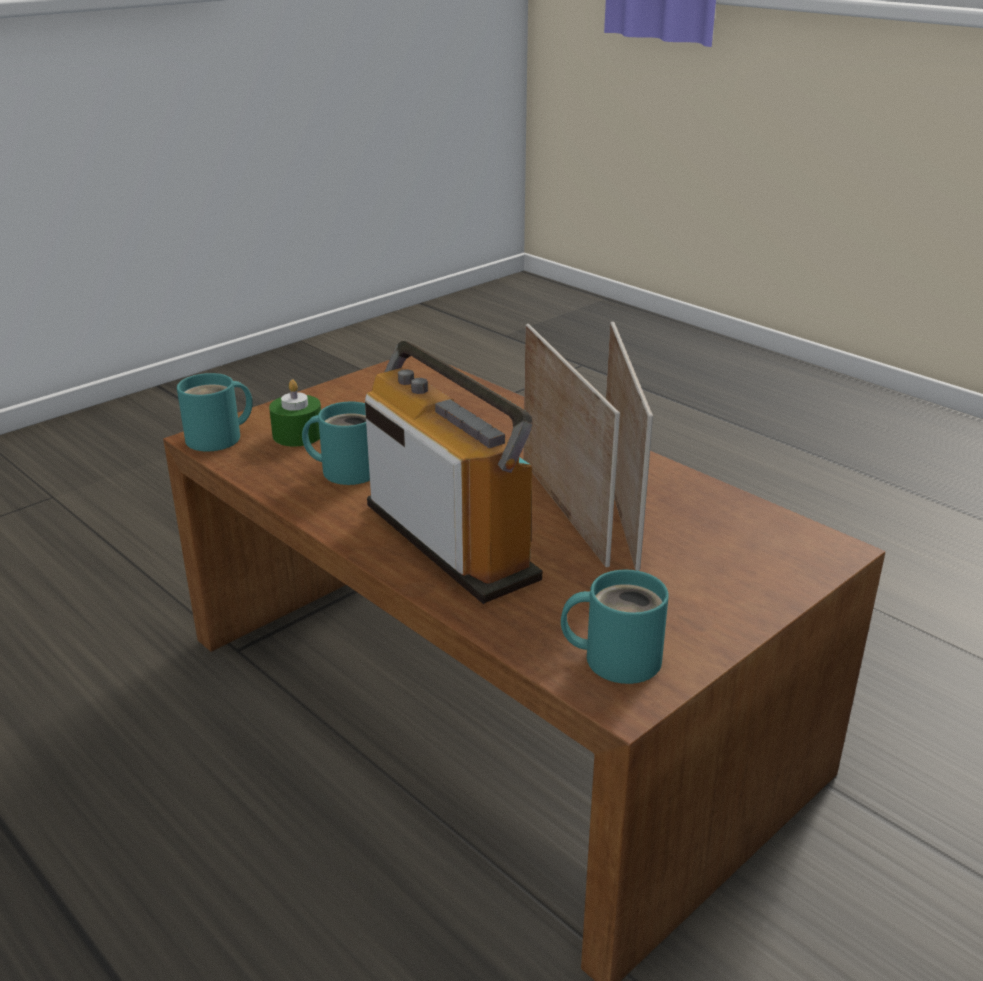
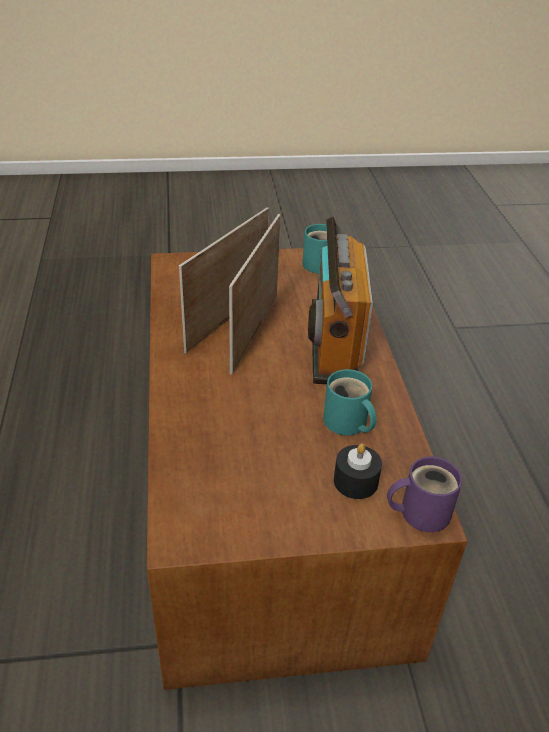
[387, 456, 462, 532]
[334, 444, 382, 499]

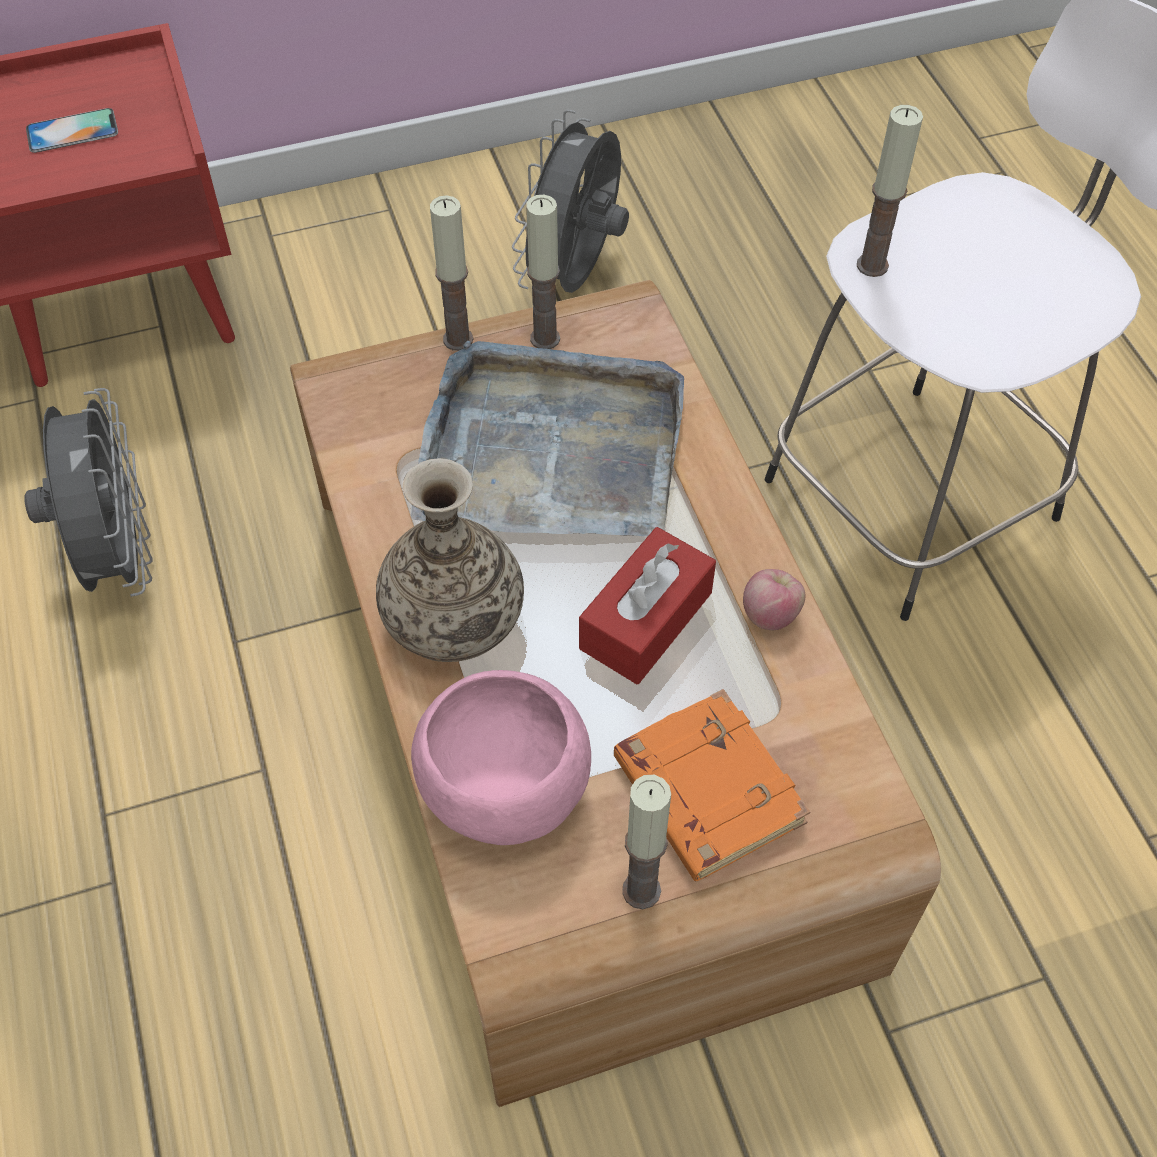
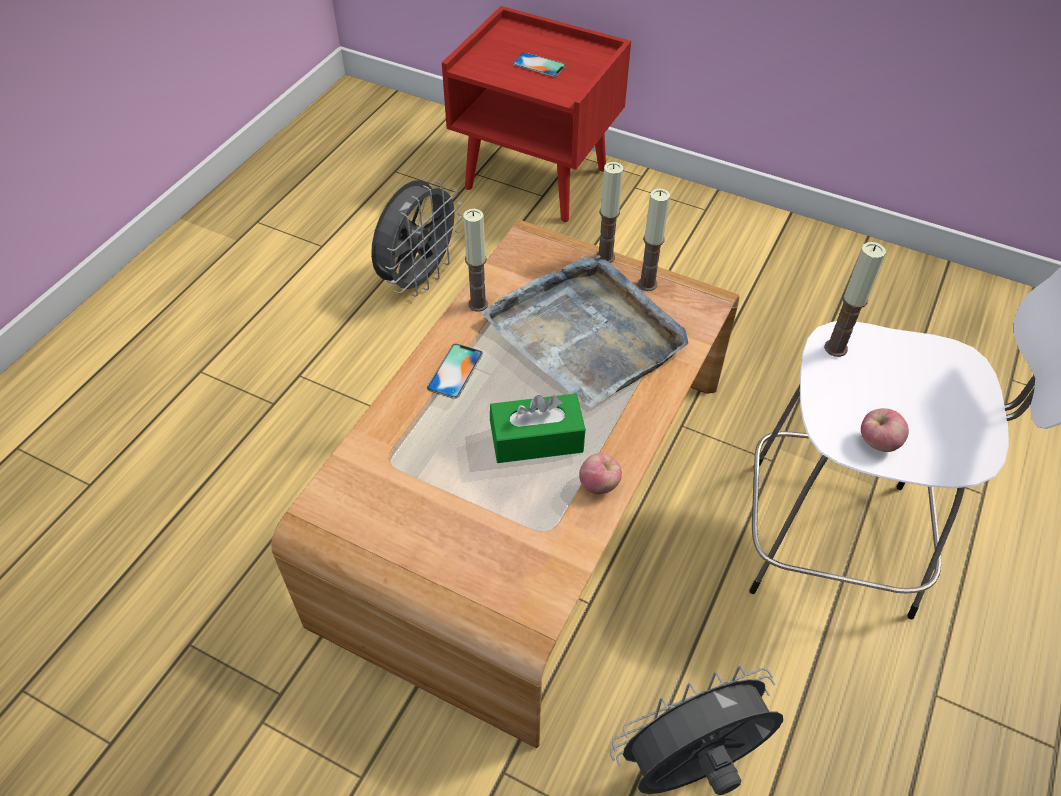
[610, 666, 783, 795]
[427, 344, 483, 399]
[490, 394, 585, 463]
[411, 670, 591, 845] (first image)
[614, 689, 810, 881] (first image)
[463, 209, 488, 311]
[861, 408, 909, 452]

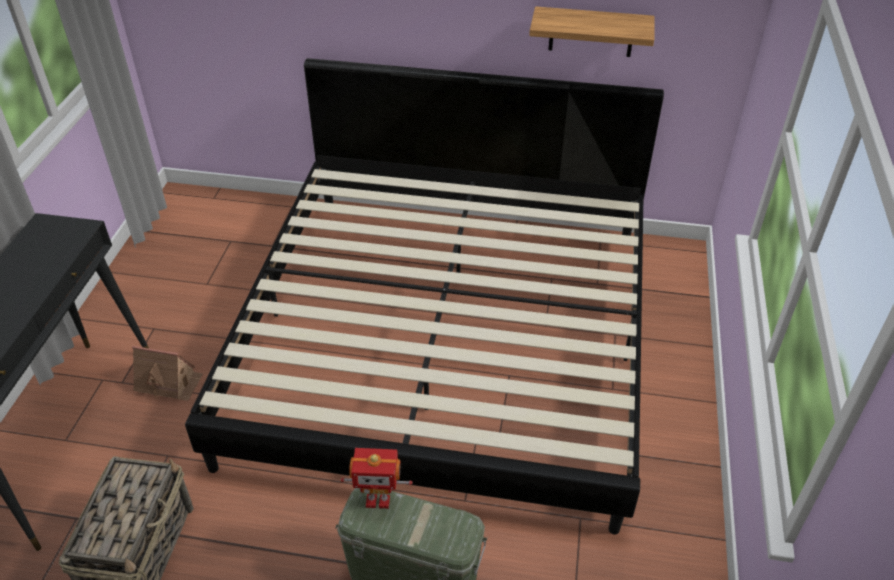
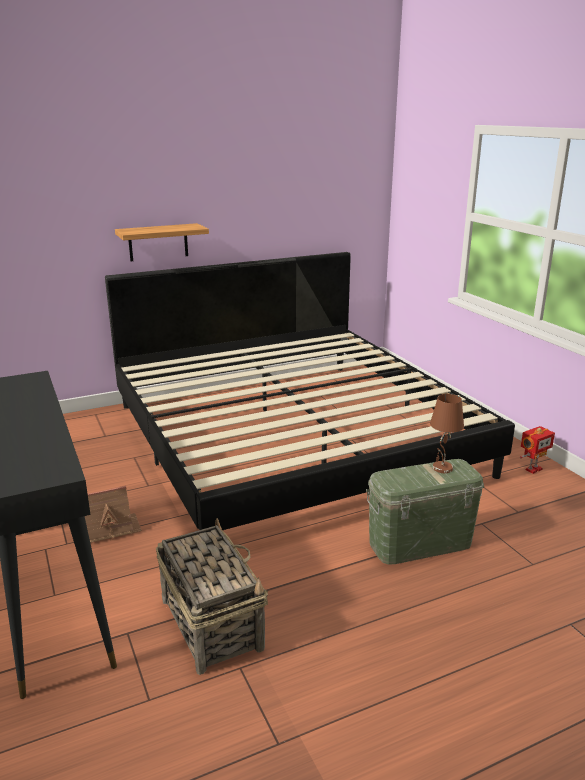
[115, 223, 209, 261]
[520, 426, 555, 474]
[430, 394, 464, 473]

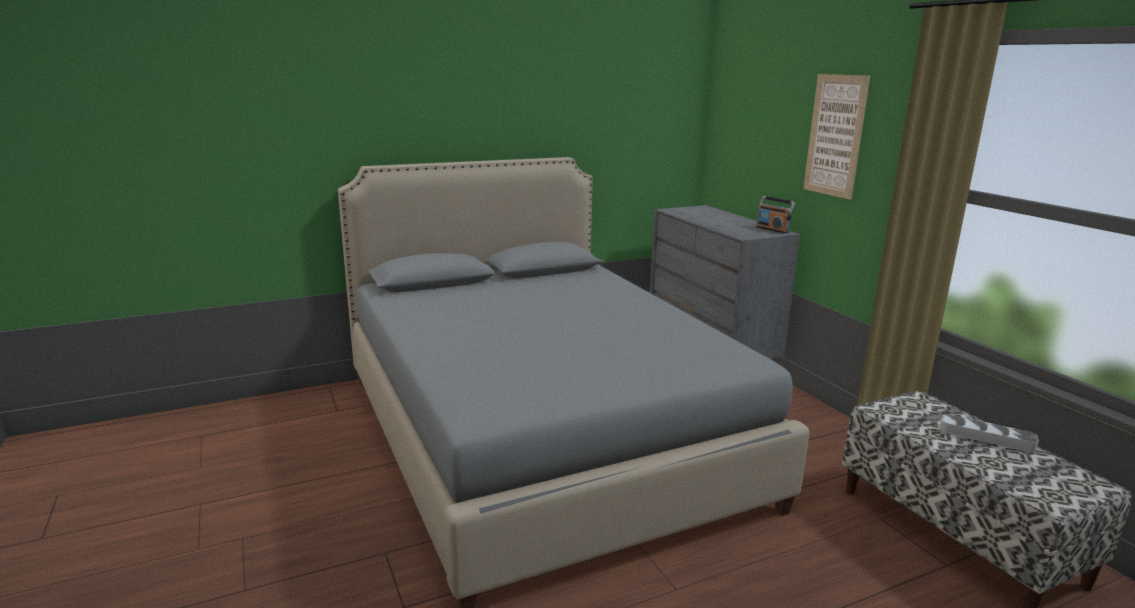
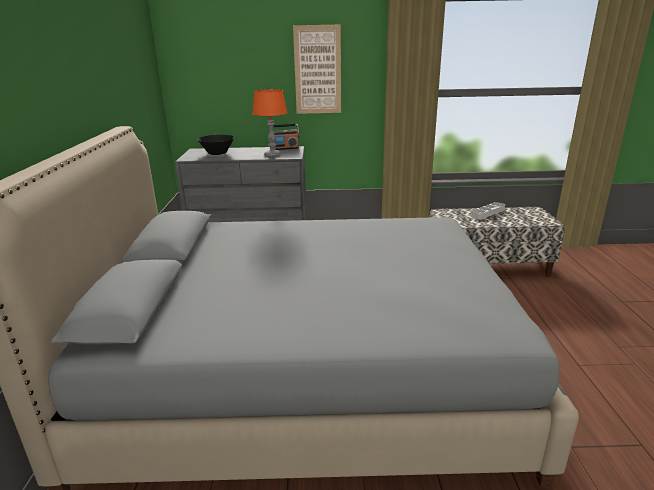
[252, 89, 288, 157]
[197, 135, 235, 155]

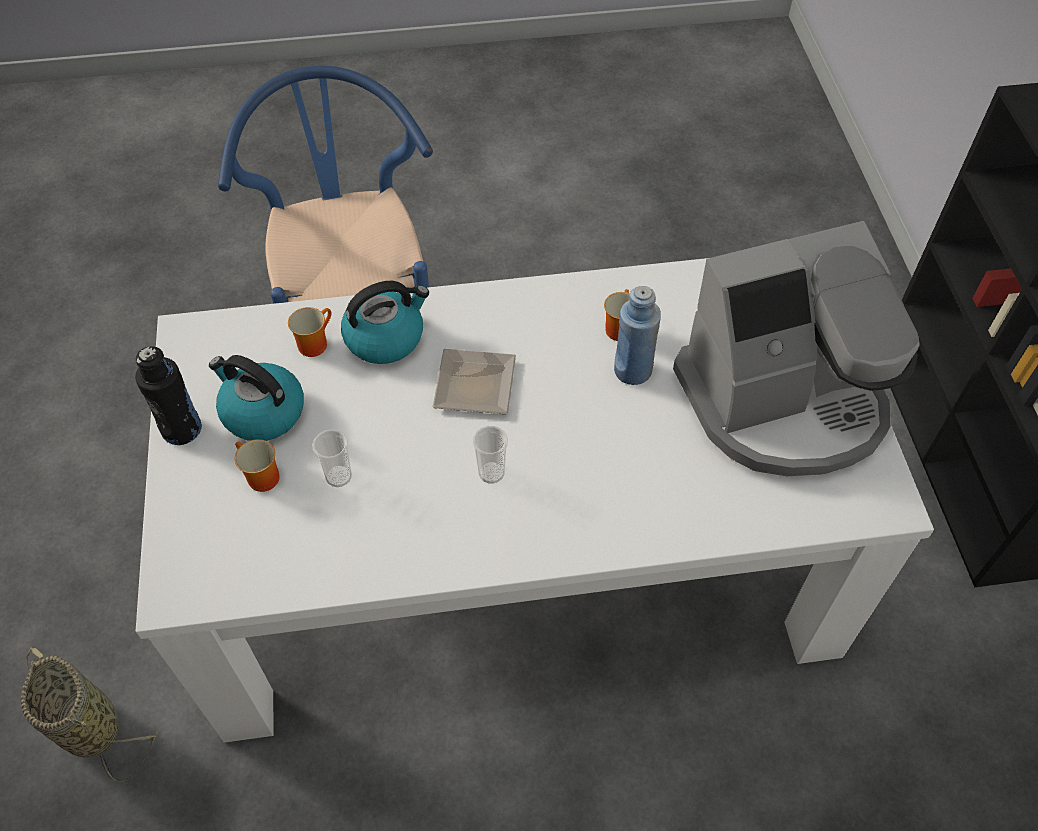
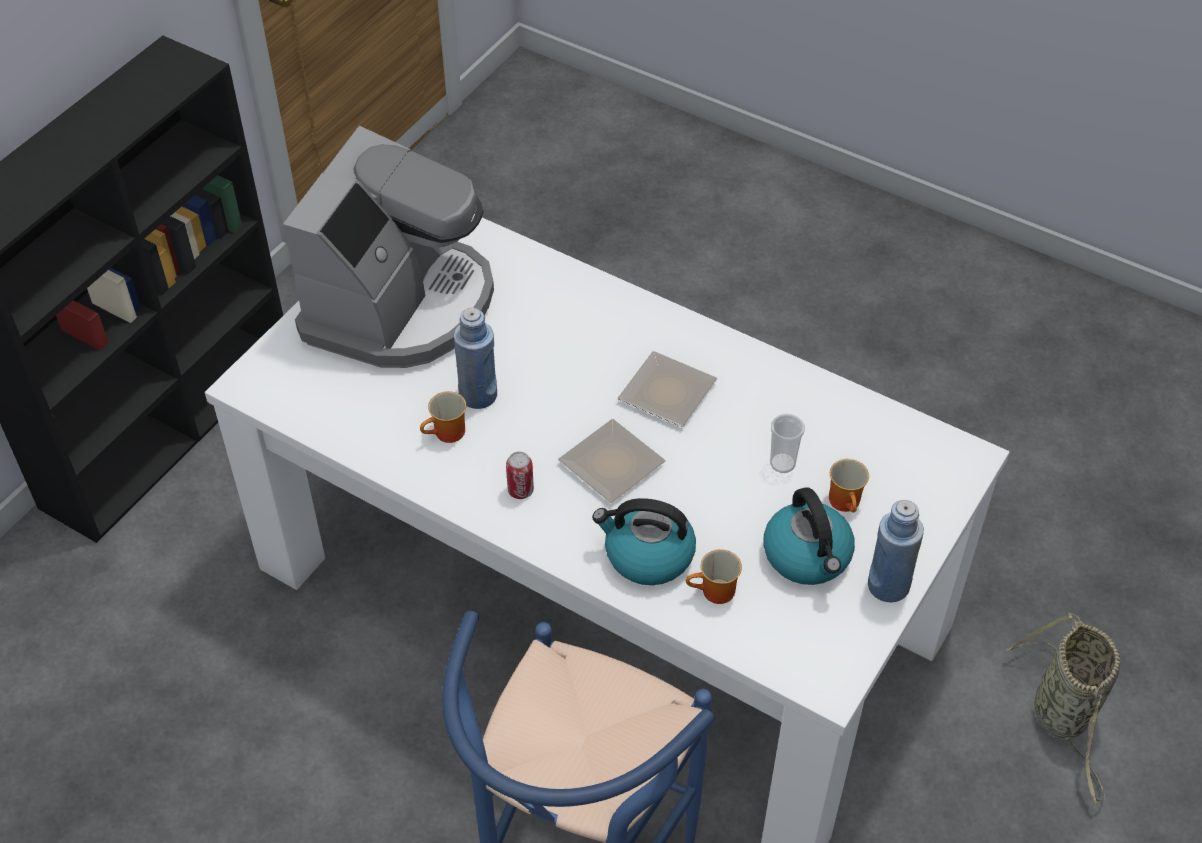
[283, 126, 494, 368]
[868, 500, 924, 602]
[618, 351, 717, 427]
[506, 452, 534, 499]

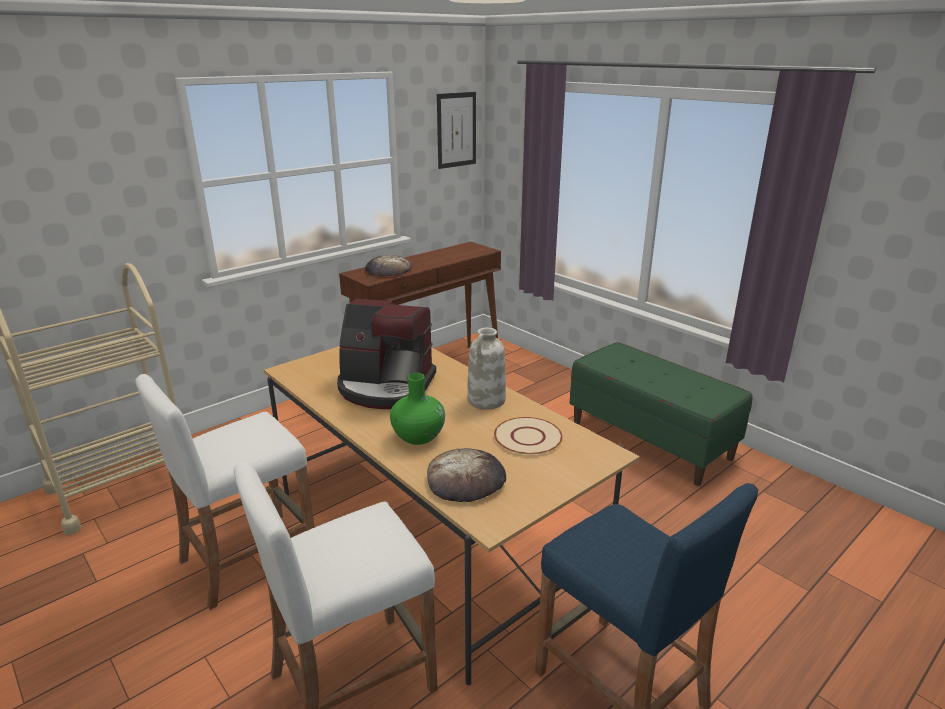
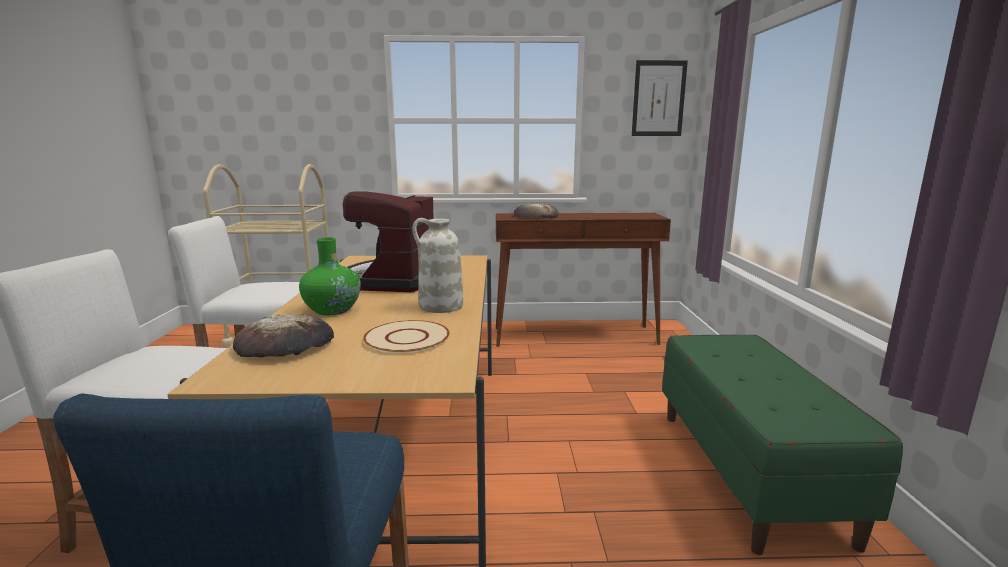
[343, 191, 434, 292]

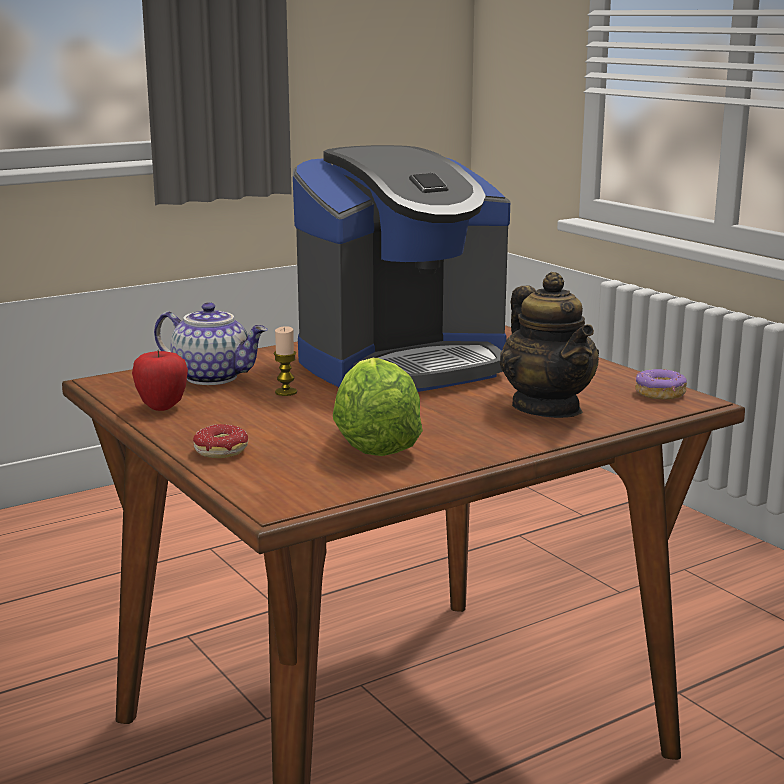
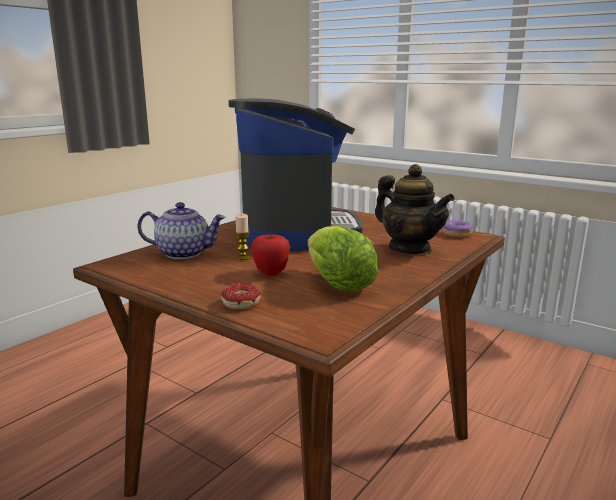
[228, 98, 363, 251]
[251, 233, 290, 276]

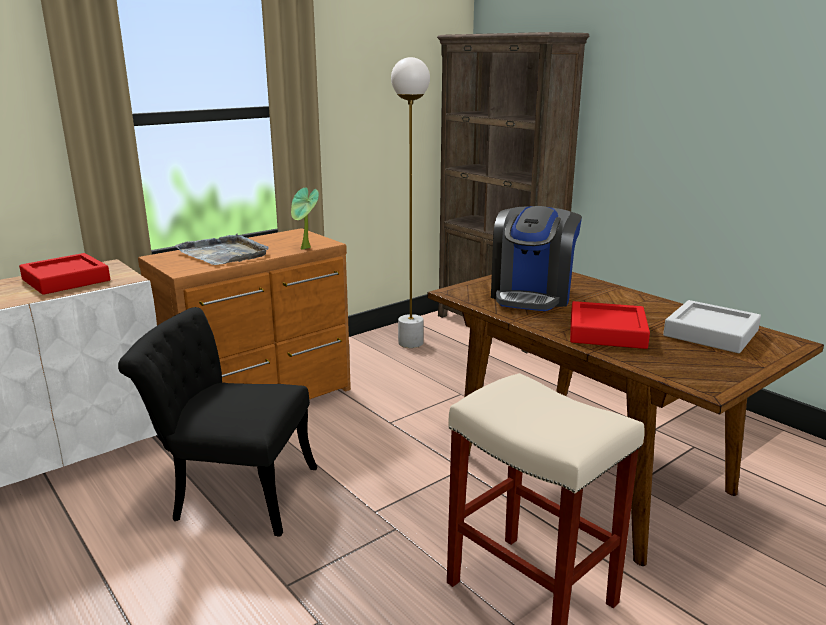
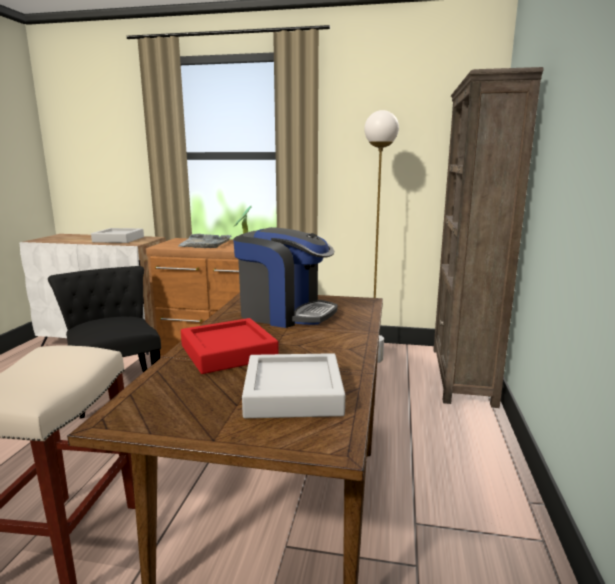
[233, 227, 338, 328]
[91, 228, 144, 243]

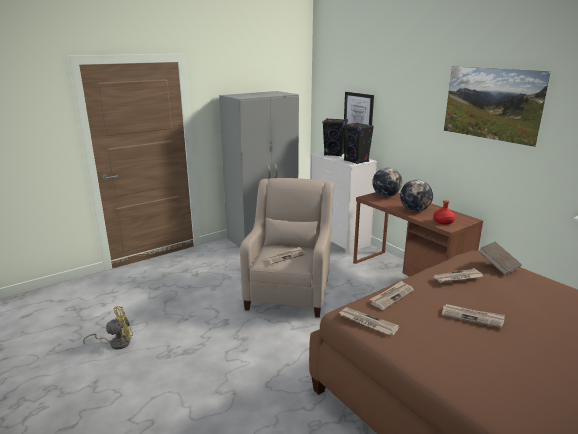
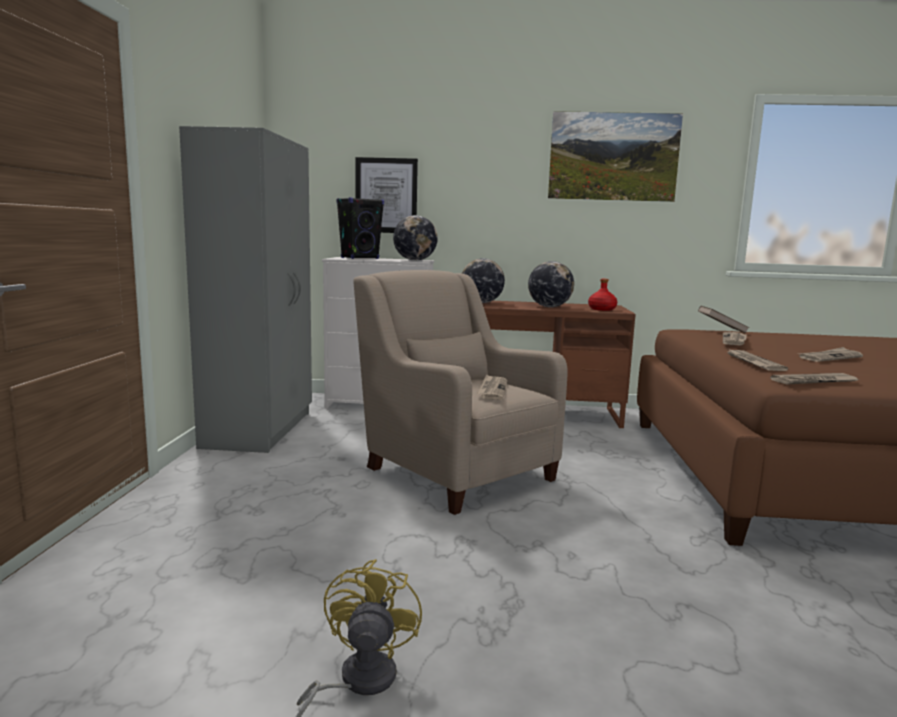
[393, 215, 438, 261]

